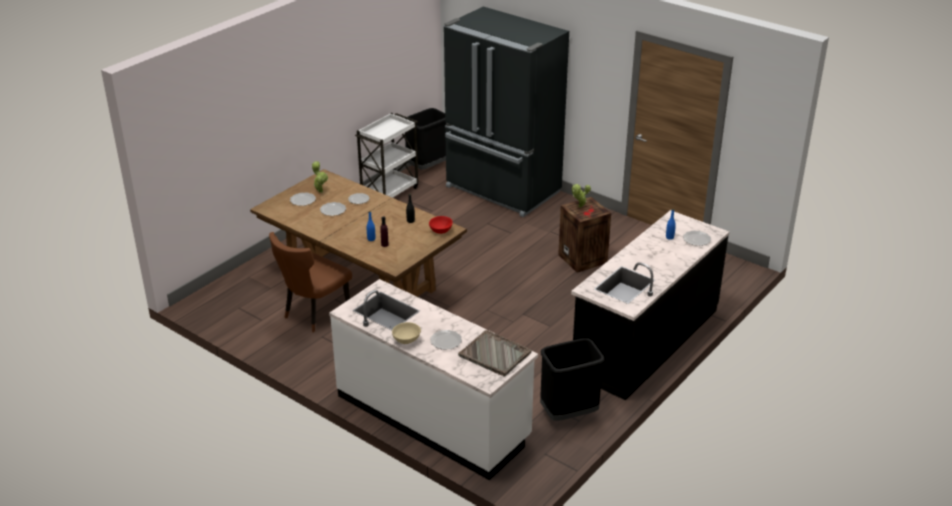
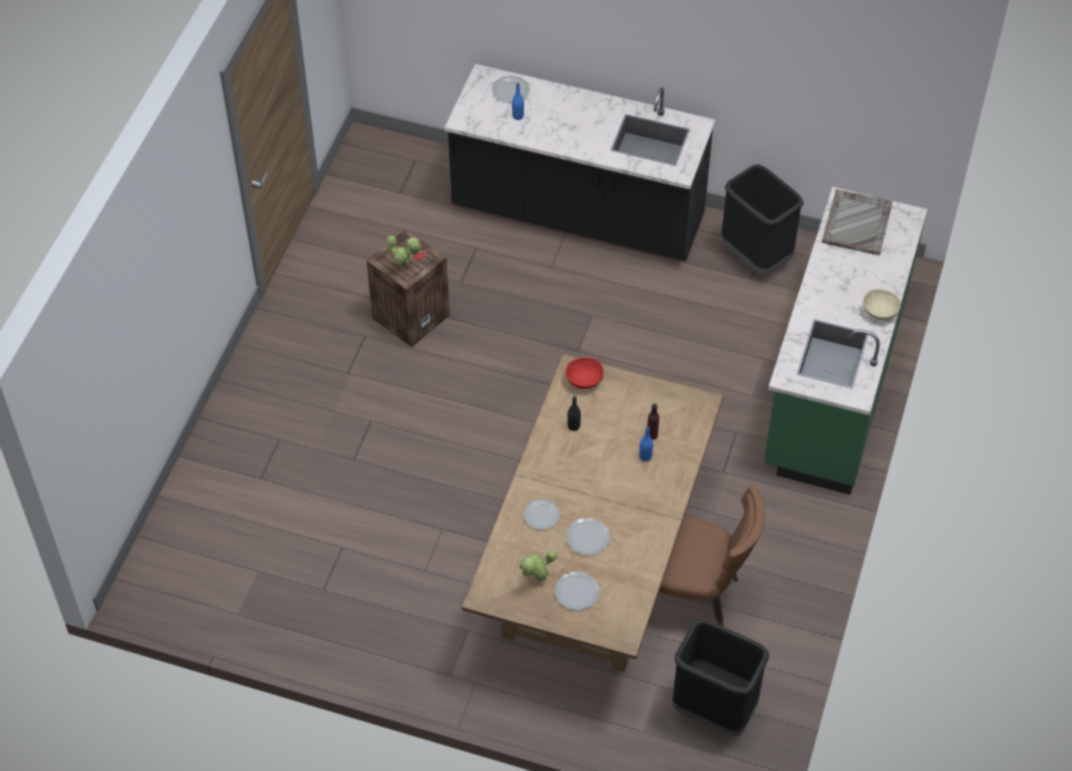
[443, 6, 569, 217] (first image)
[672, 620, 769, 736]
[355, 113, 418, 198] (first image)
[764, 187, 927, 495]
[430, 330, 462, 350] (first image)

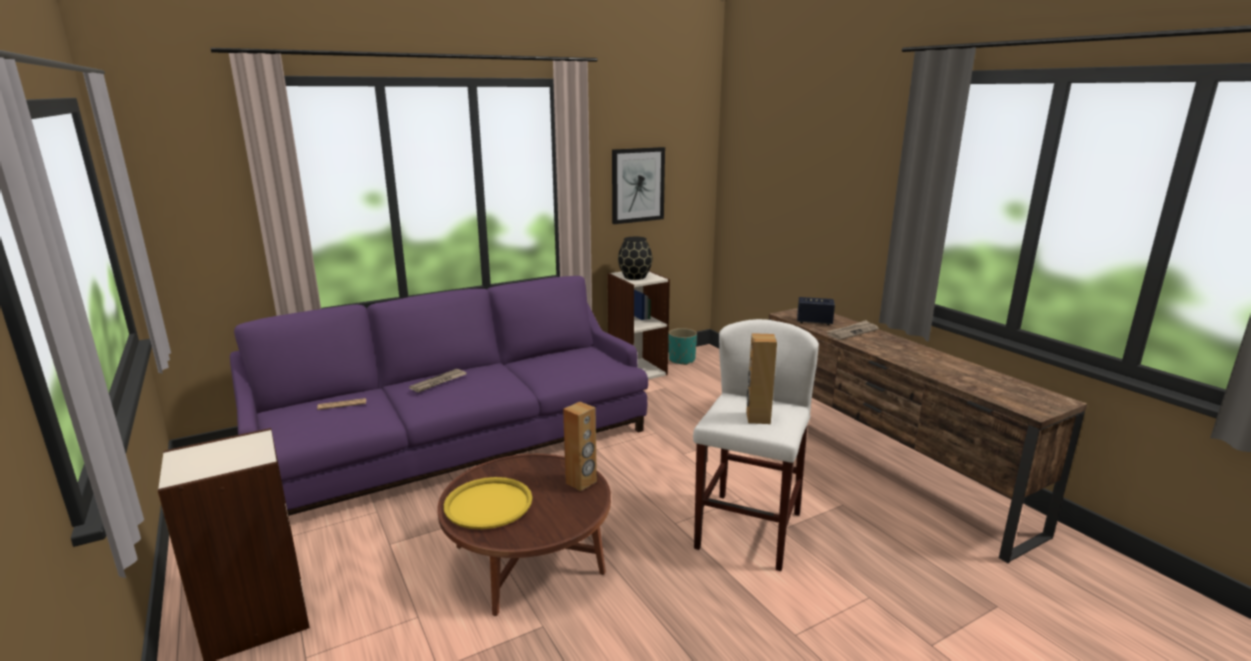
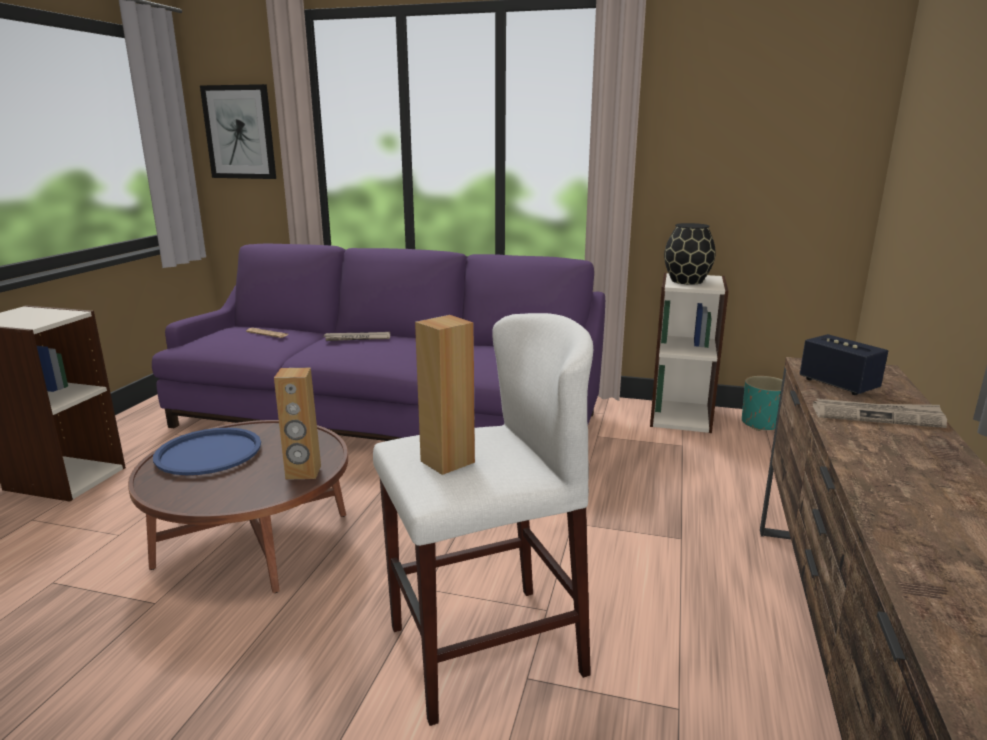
[200, 84, 276, 179]
[153, 428, 261, 475]

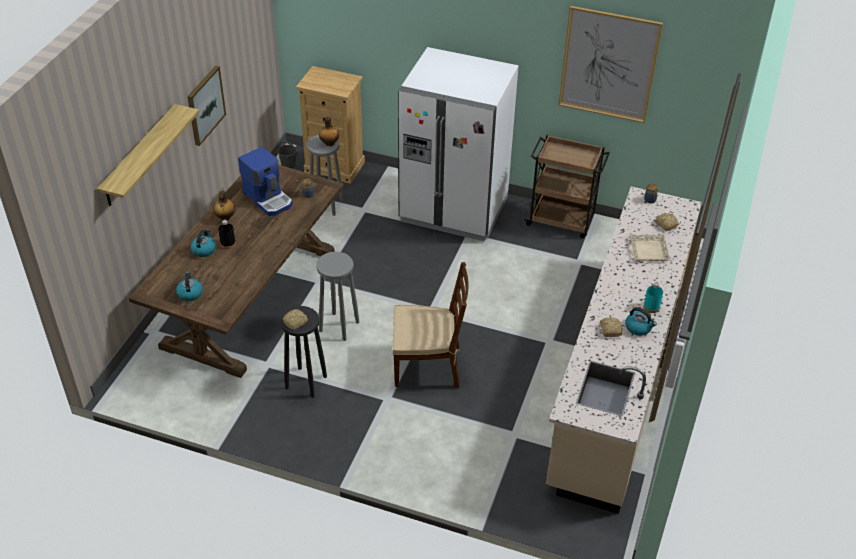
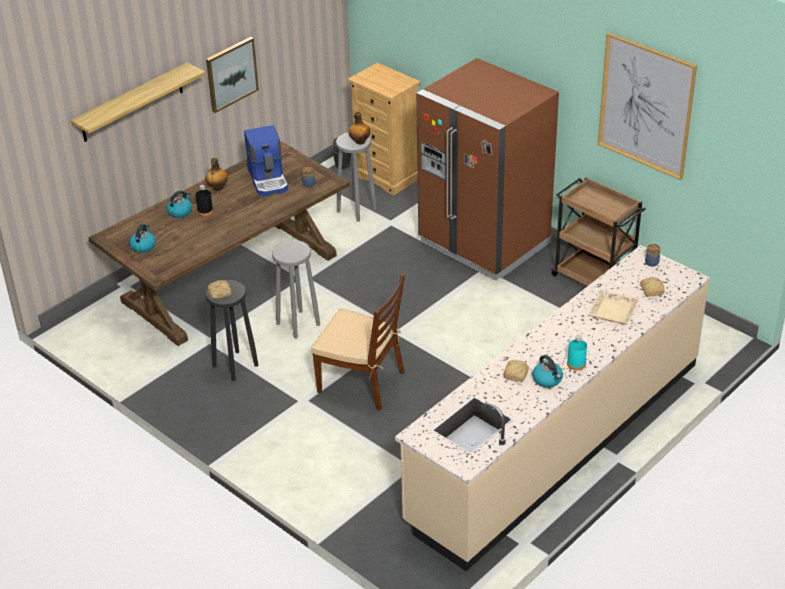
[416, 58, 559, 281]

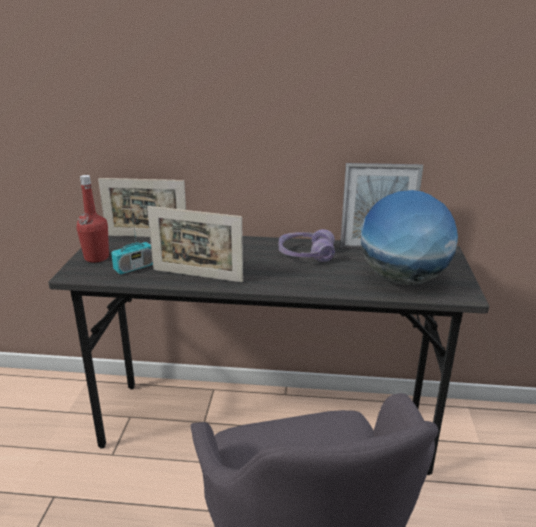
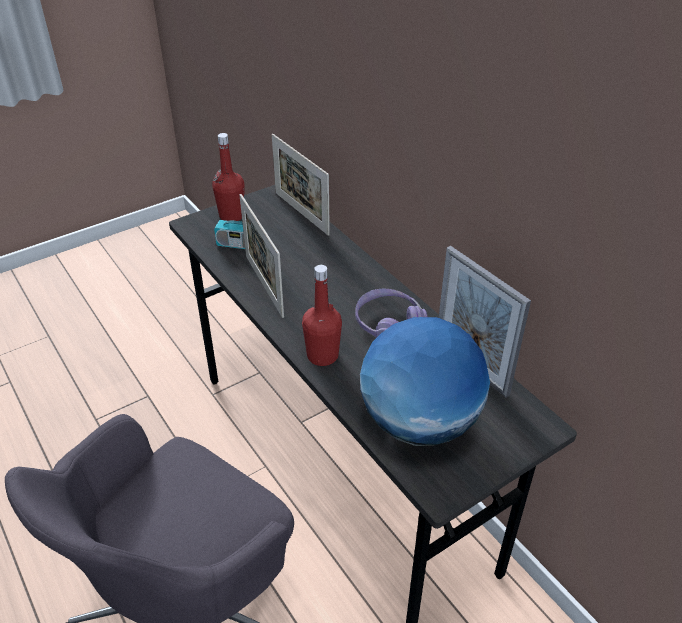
[302, 265, 342, 366]

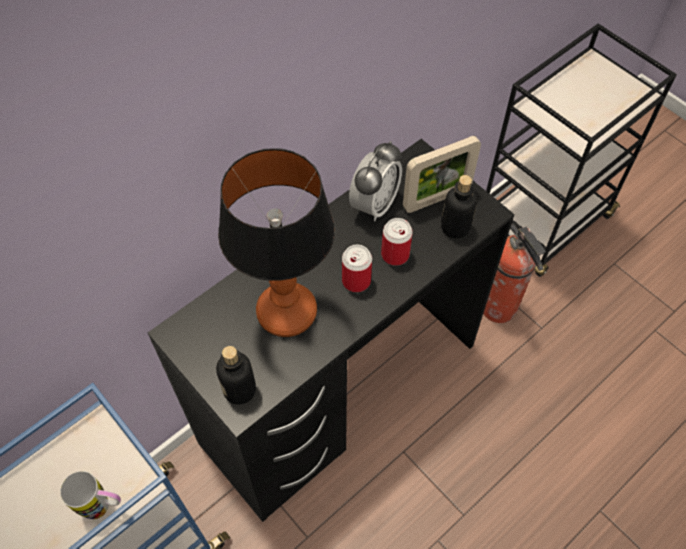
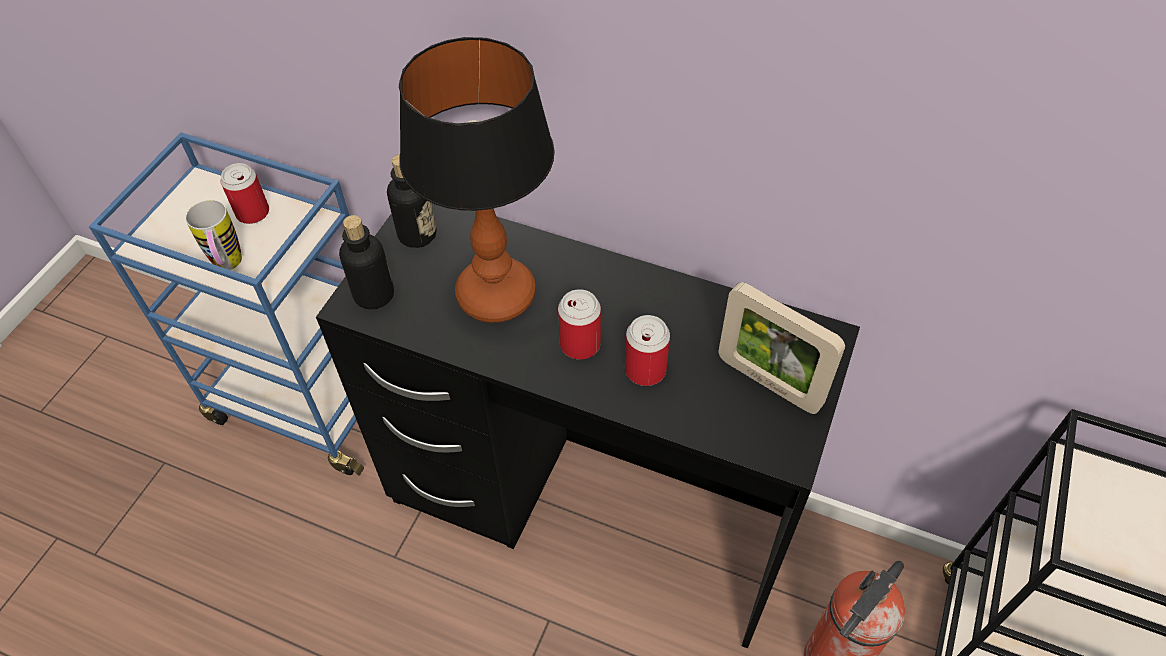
[349, 141, 402, 221] (first image)
[387, 154, 436, 248]
[221, 163, 269, 224]

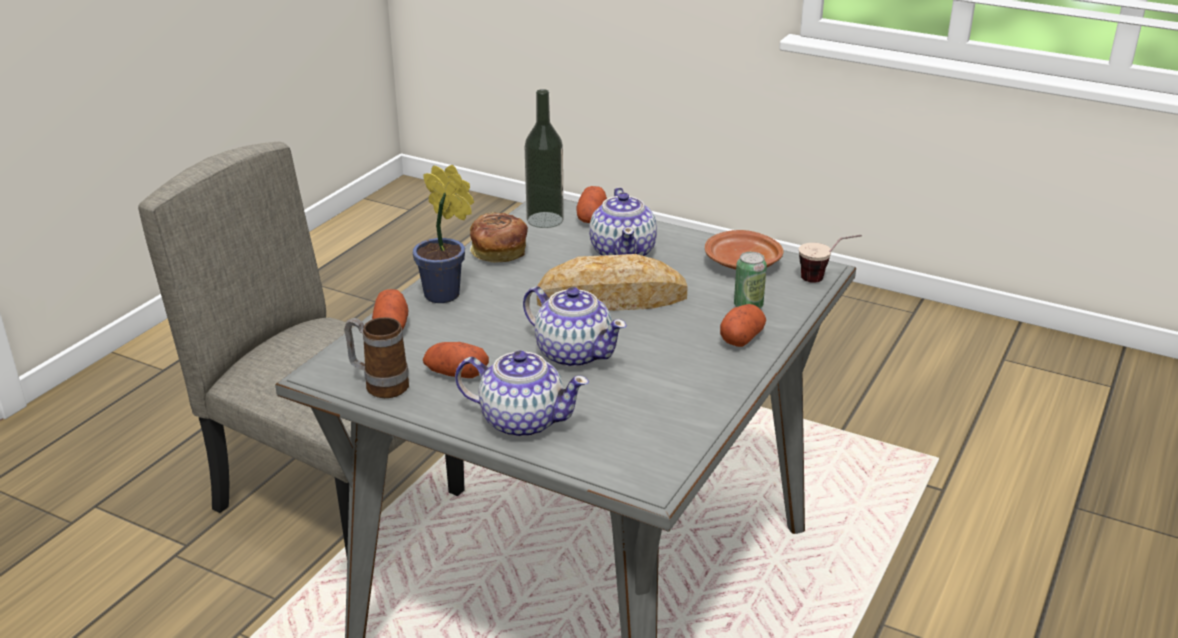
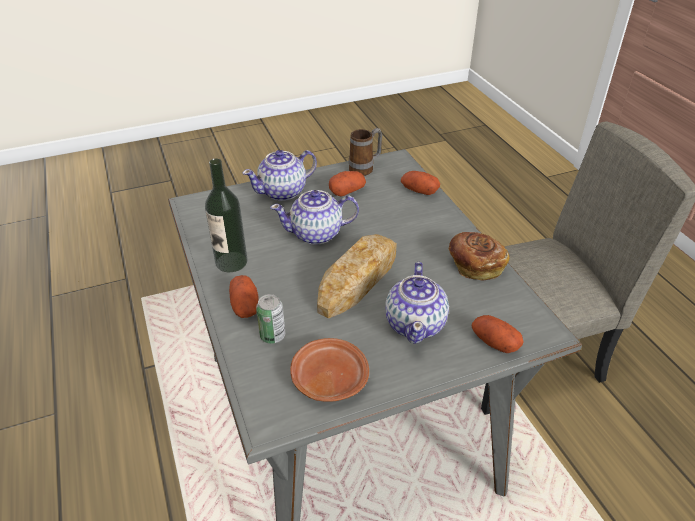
[205, 159, 247, 272]
[413, 165, 474, 303] (first image)
[385, 262, 449, 344]
[799, 235, 862, 283] (first image)

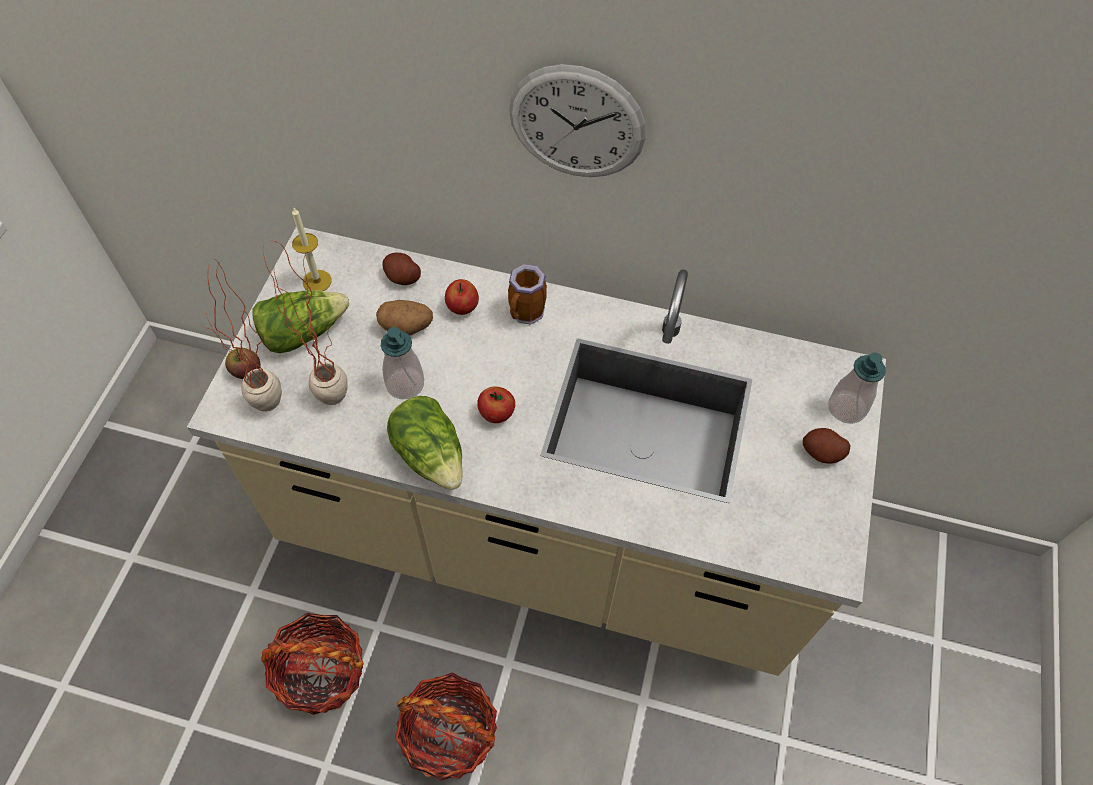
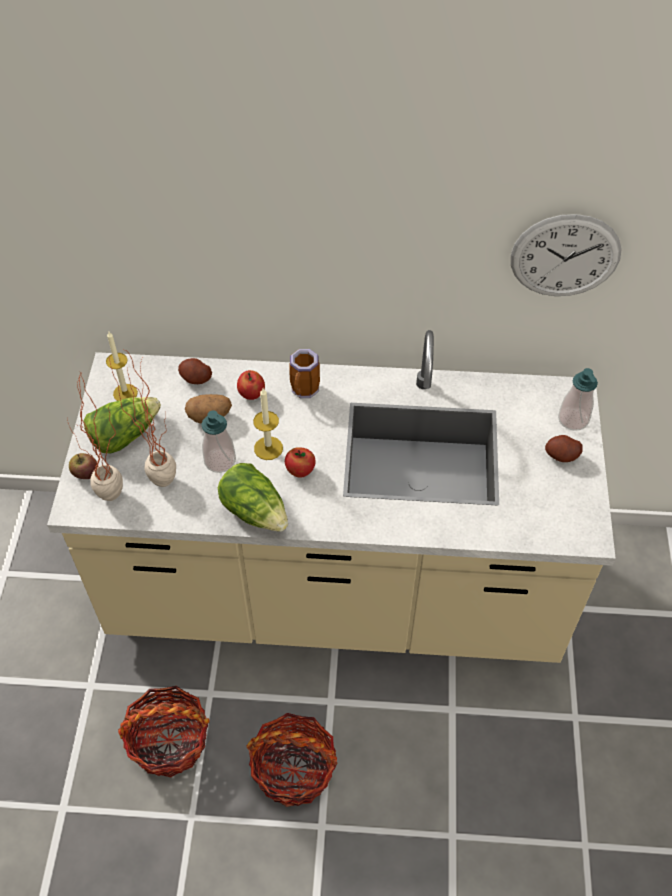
[511, 214, 622, 296]
[253, 388, 283, 460]

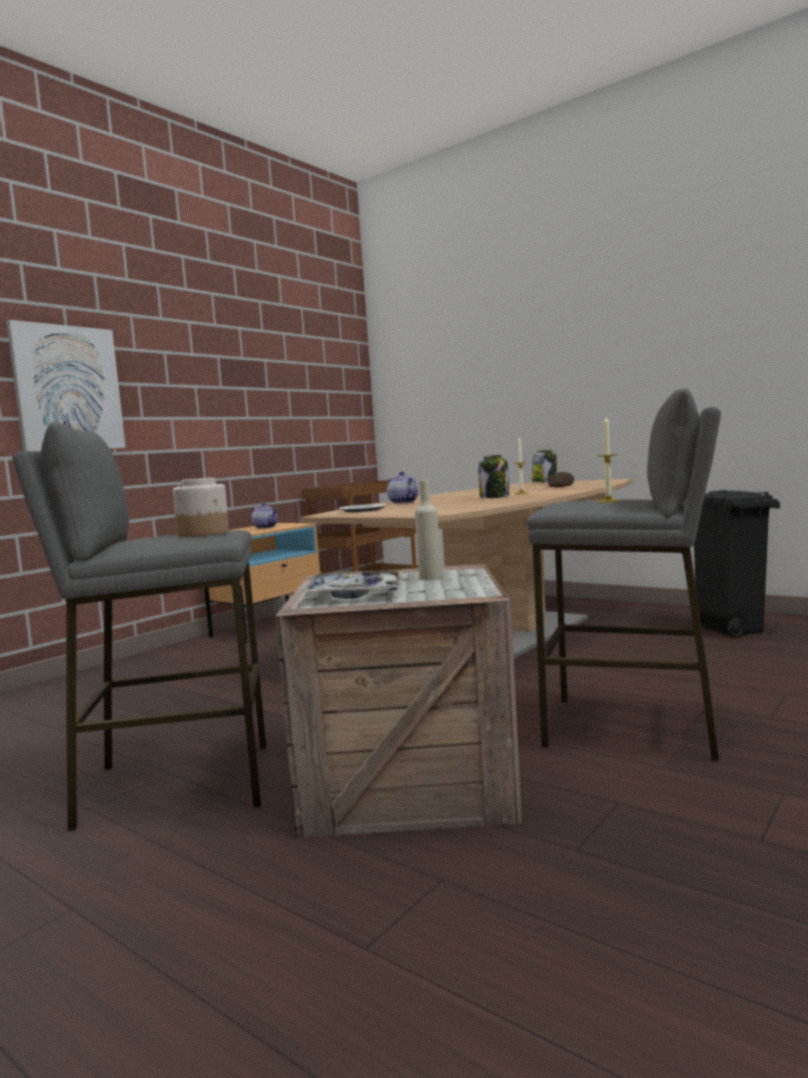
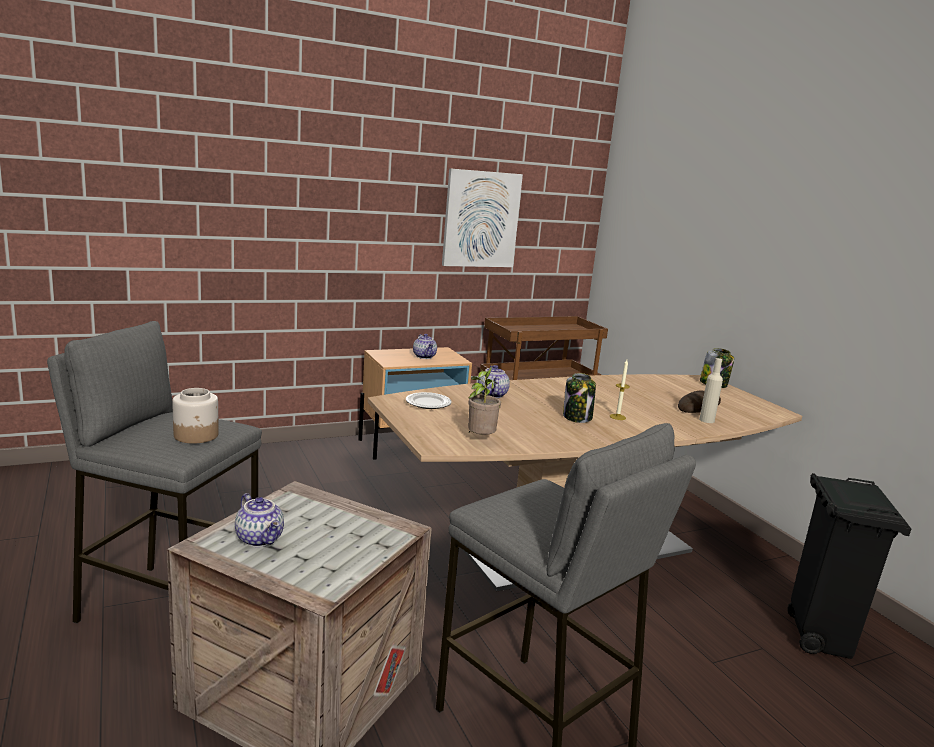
[442, 168, 523, 267]
[597, 417, 621, 502] (first image)
[699, 358, 723, 423]
[235, 493, 284, 547]
[468, 366, 501, 435]

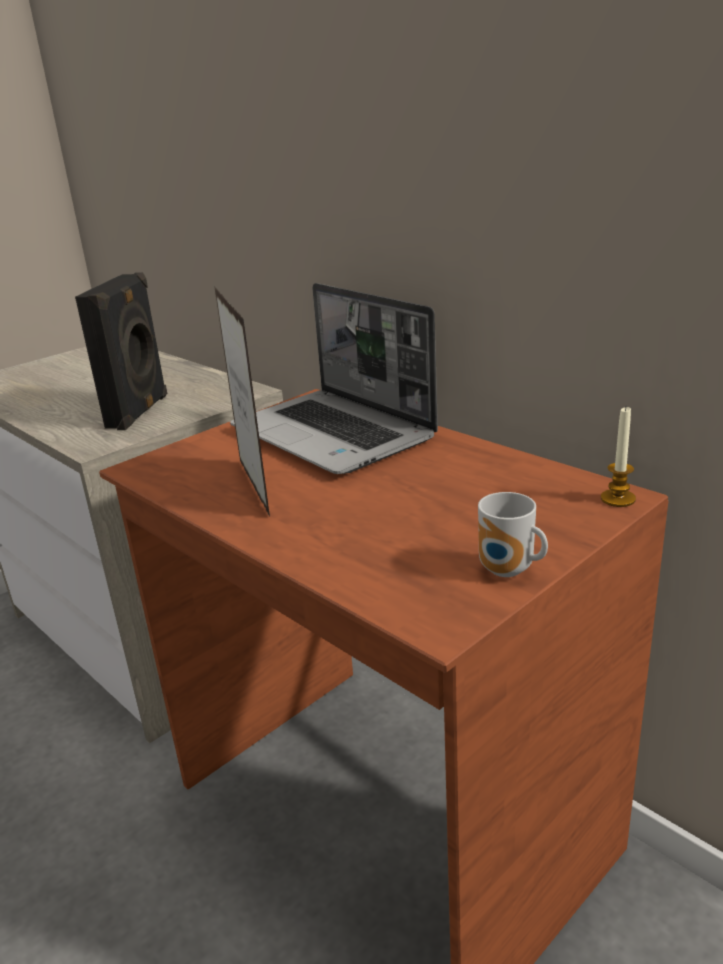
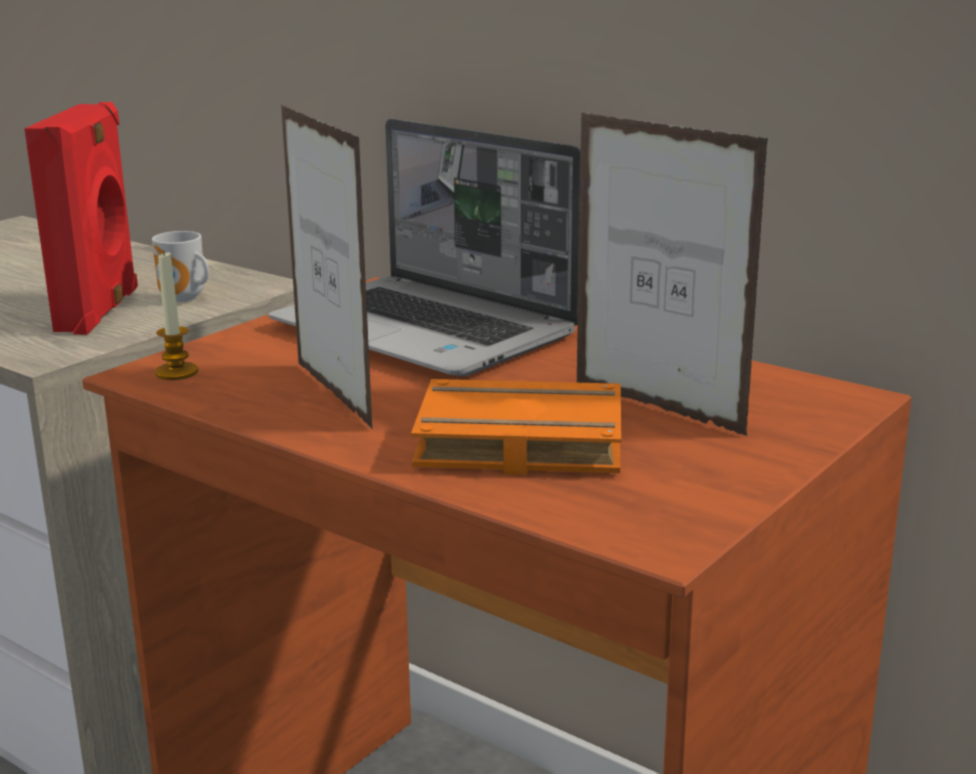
[24, 102, 138, 335]
[155, 250, 199, 380]
[152, 231, 209, 302]
[577, 112, 769, 436]
[411, 379, 621, 475]

